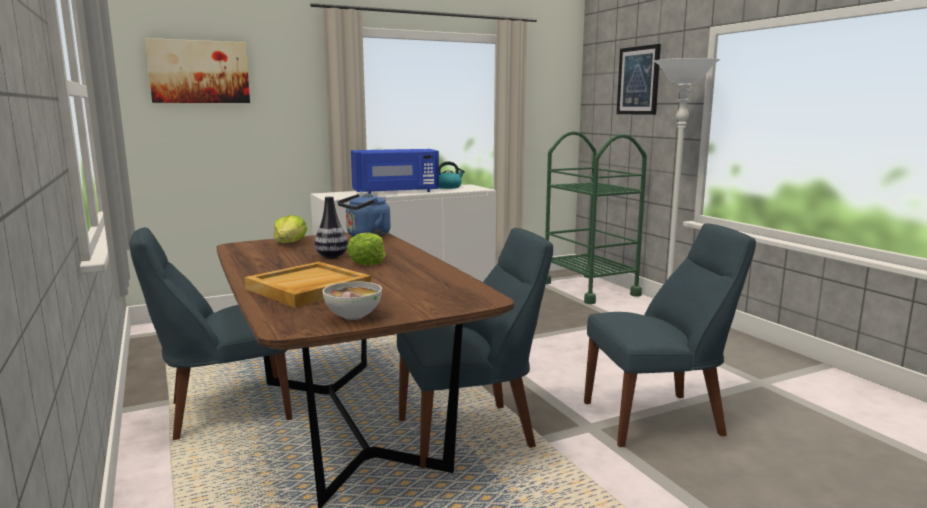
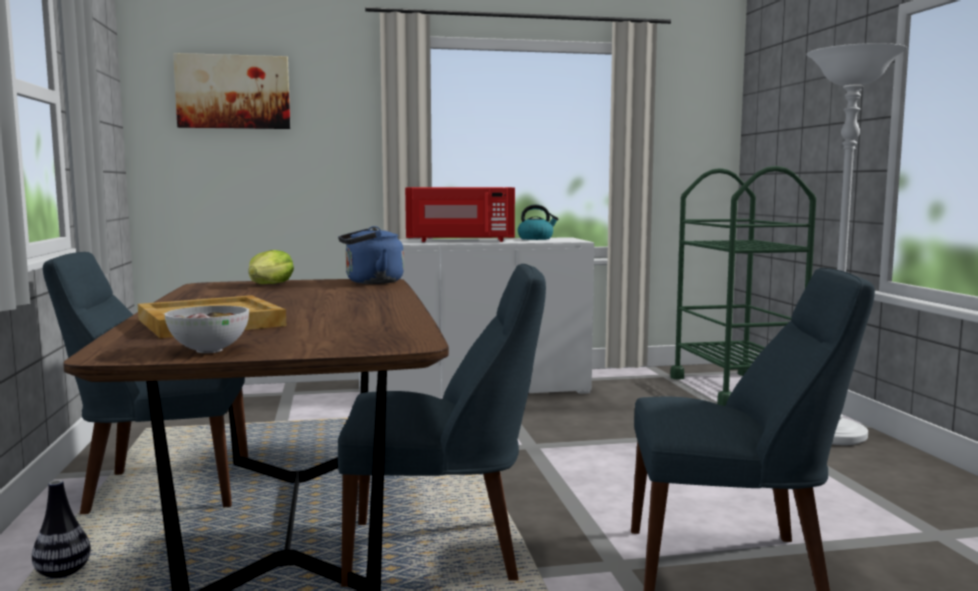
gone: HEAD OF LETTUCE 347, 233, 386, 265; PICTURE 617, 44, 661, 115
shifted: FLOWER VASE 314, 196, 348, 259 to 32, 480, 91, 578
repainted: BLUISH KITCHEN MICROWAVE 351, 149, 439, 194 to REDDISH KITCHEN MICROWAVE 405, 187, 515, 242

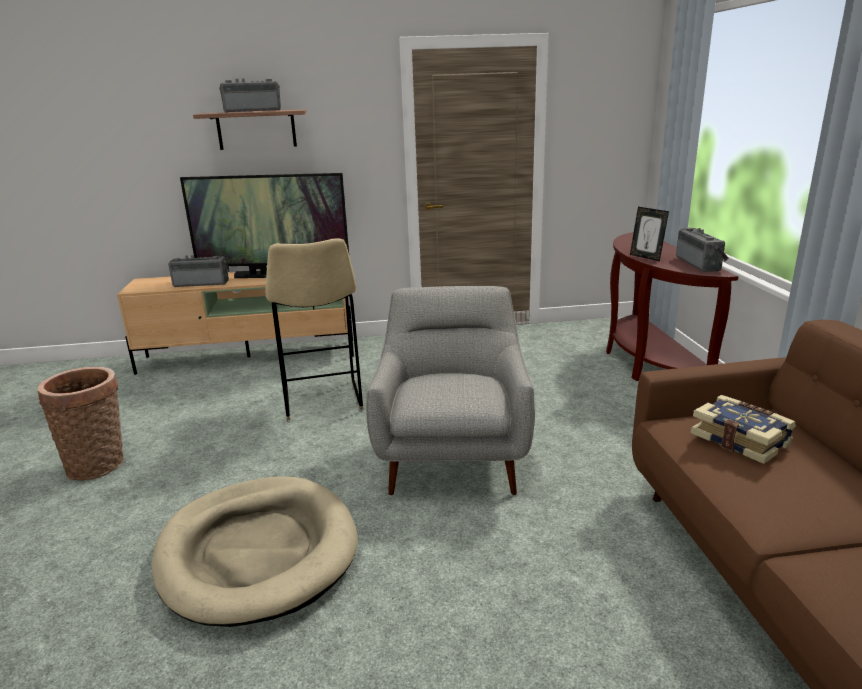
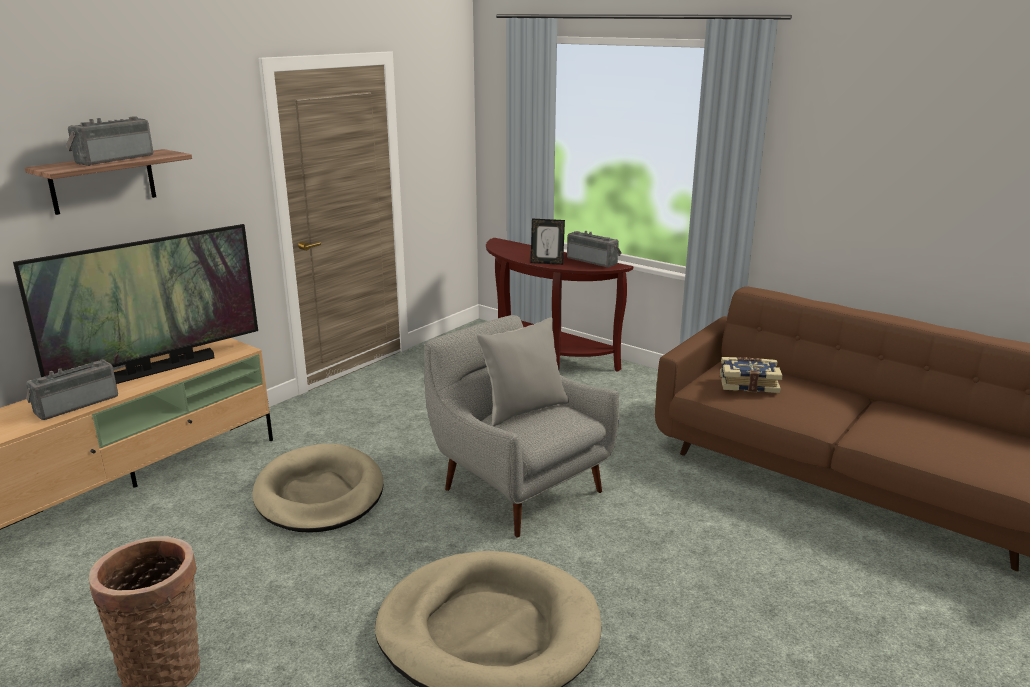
new: GREY CUSHION 477, 317, 569, 426
swapped: BEIGE-COLOURED SITTING STOOL 266, 238, 363, 421 to BEIGE-COLOURED DOG CUSHION 252, 444, 383, 533

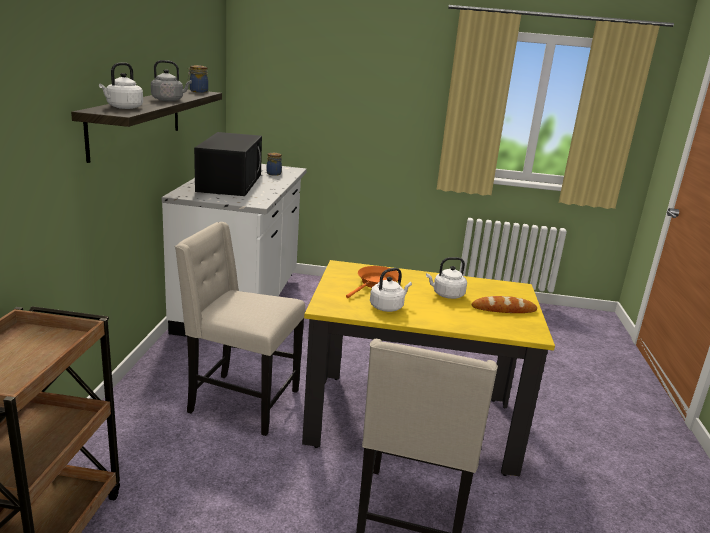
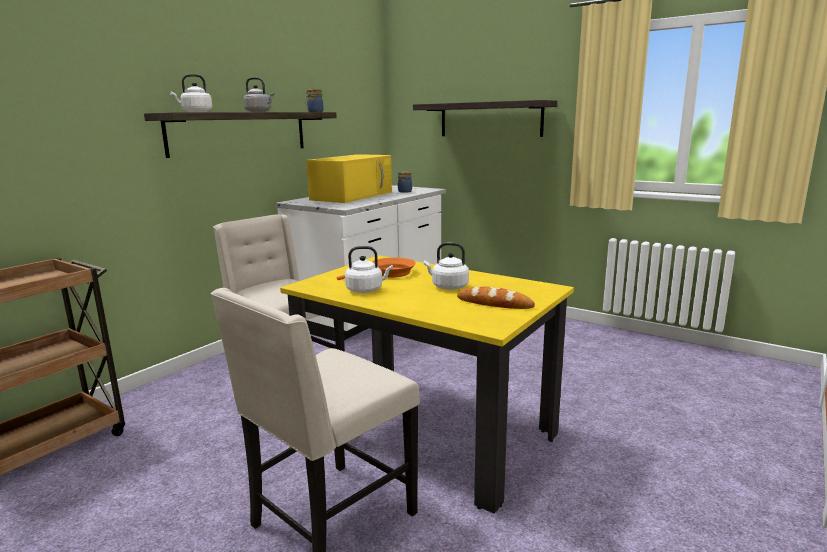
new: WALL SHELF 413, 100, 557, 137
repainted: BLACK KITCHEN MICROWAVE 194, 132, 262, 196 to YELLOWISH KITCHEN MICROWAVE 306, 154, 392, 203

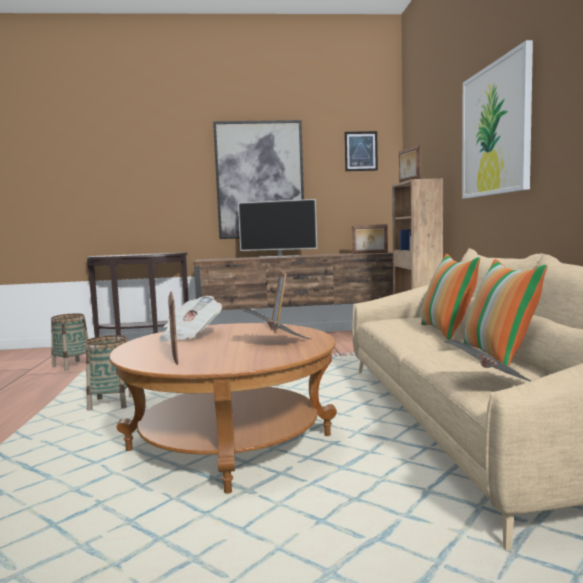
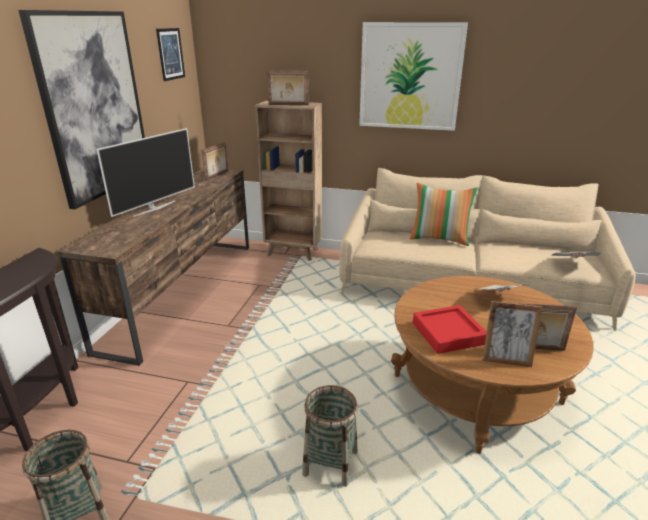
gone: CUSHION 463, 259, 547, 366
shifted: PHOTO FRAME 272, 270, 287, 334 to 483, 301, 543, 367
swapped: PRINTED PAPER 159, 296, 222, 342 to REDDISH TRAY 413, 305, 487, 354

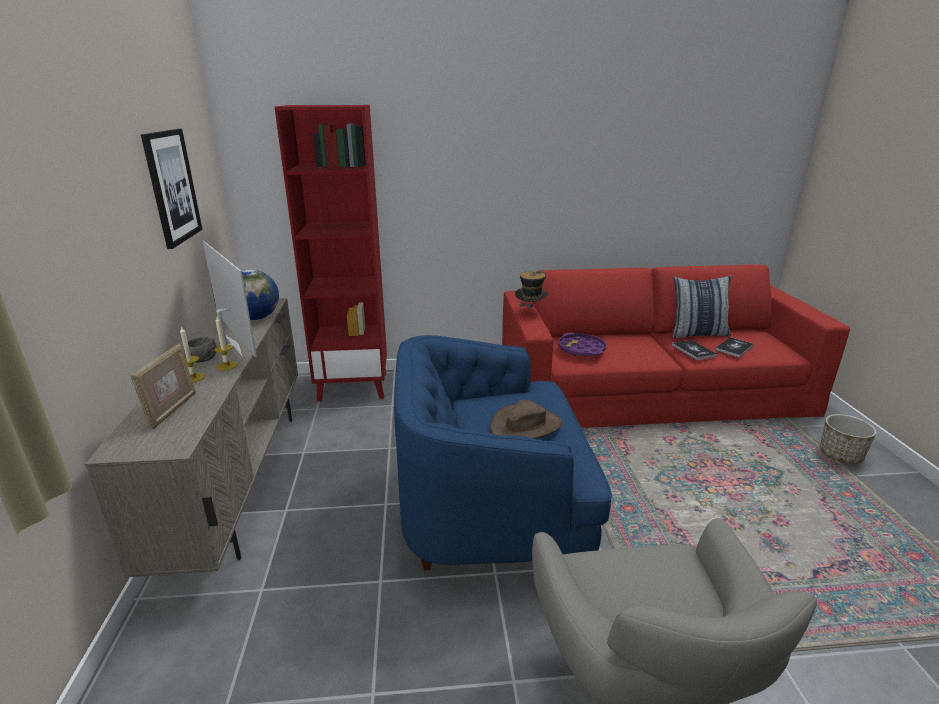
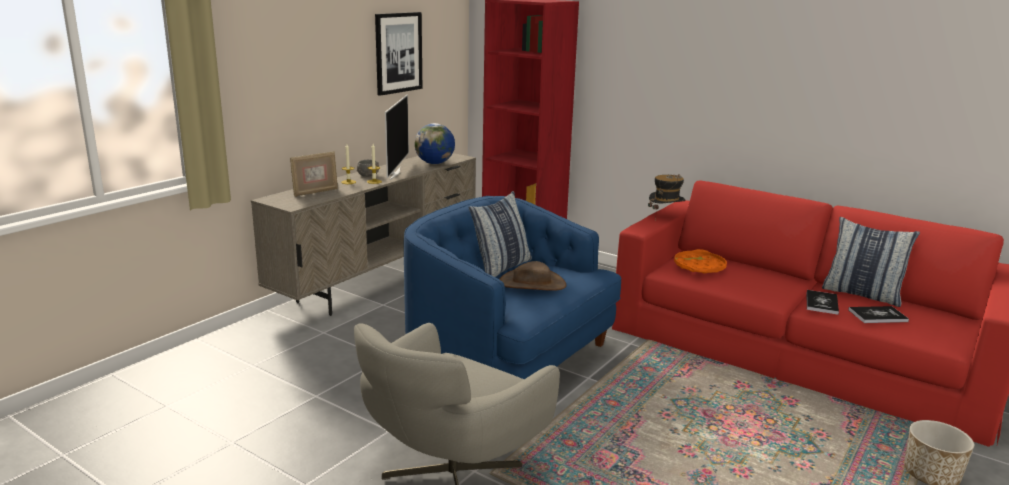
new: CUSHION 468, 191, 532, 277
repainted: PURPLE-COLOURED TRAY 558, 332, 606, 356 to ORANGEY TRAY 674, 249, 727, 274

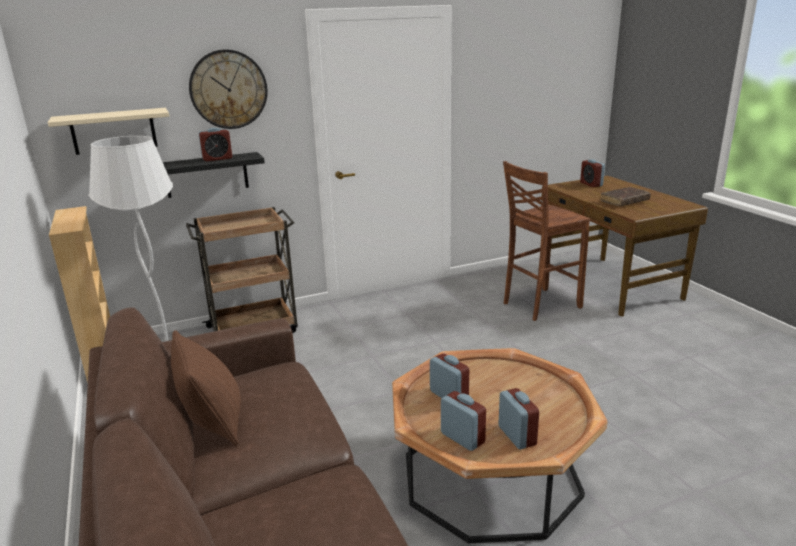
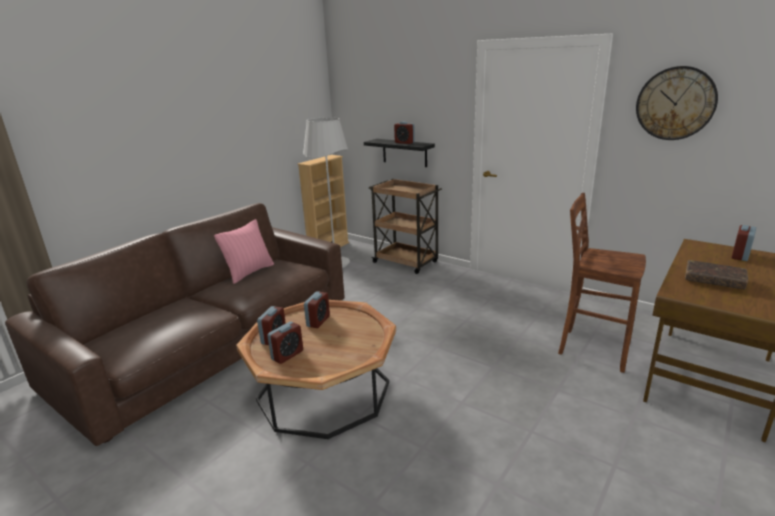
gone: BEIGE-COLOURED WALL SHELF 48, 108, 169, 155
shifted: HANGING CLOCK 189, 49, 268, 129 to 636, 66, 718, 140
repainted: BROWNISH CUSHION 171, 330, 241, 446 to PINK CUSHION 214, 219, 274, 284

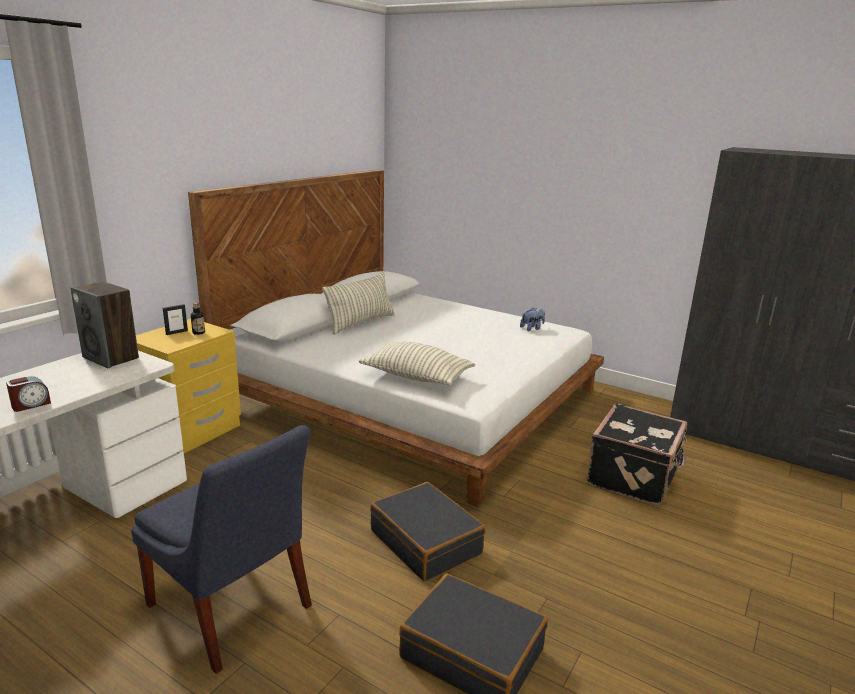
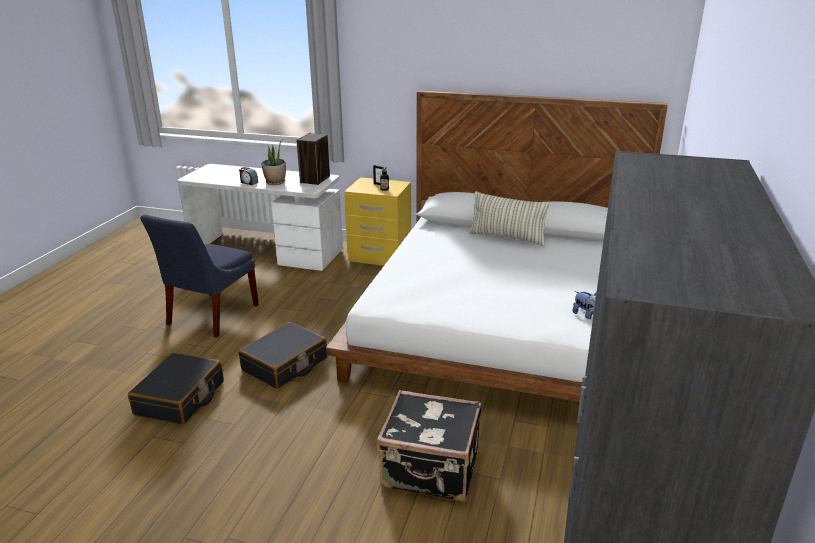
gone: CUSHION 358, 342, 475, 385
new: HOUSEPLANT 261, 140, 286, 185

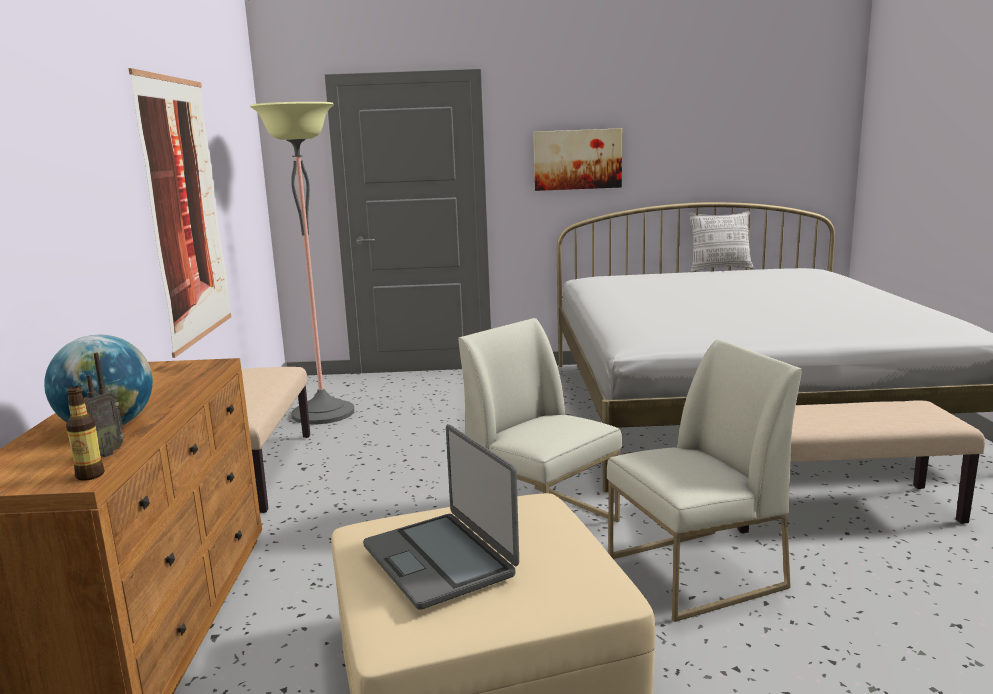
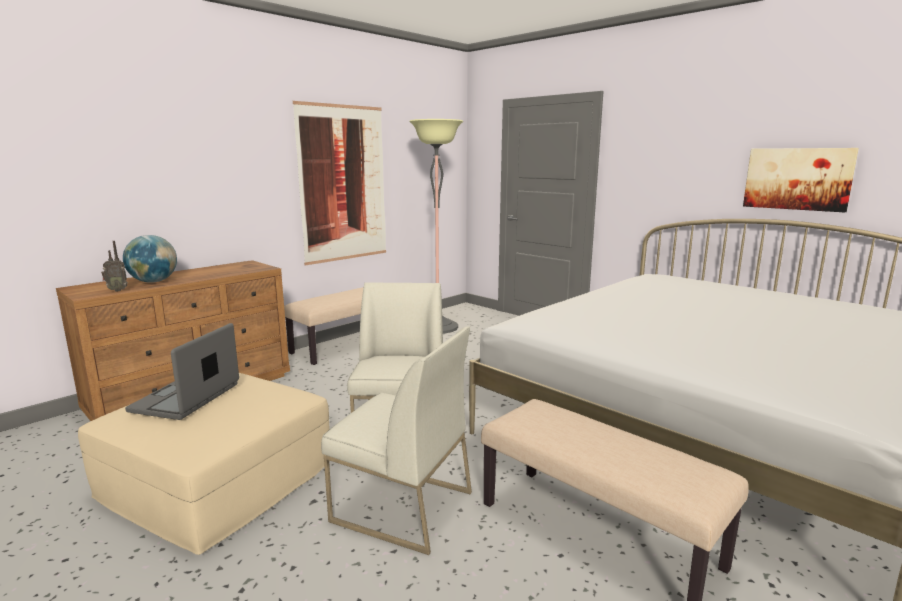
gone: BEVERAGE BOTTLE 66, 386, 104, 481; CUSHION 689, 211, 754, 272
shifted: PICTURE 533, 128, 622, 191 to 743, 148, 859, 213

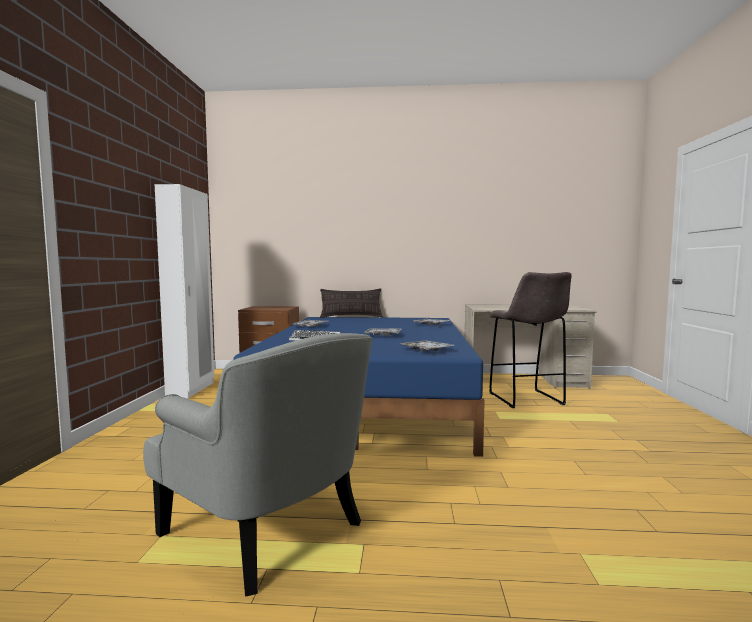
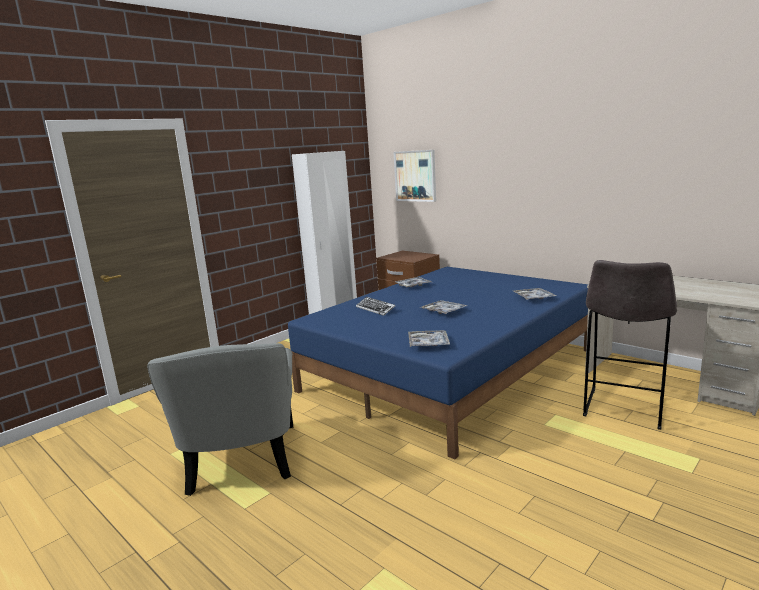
gone: CUSHION 320, 288, 383, 318
new: PICTURE 394, 150, 436, 202

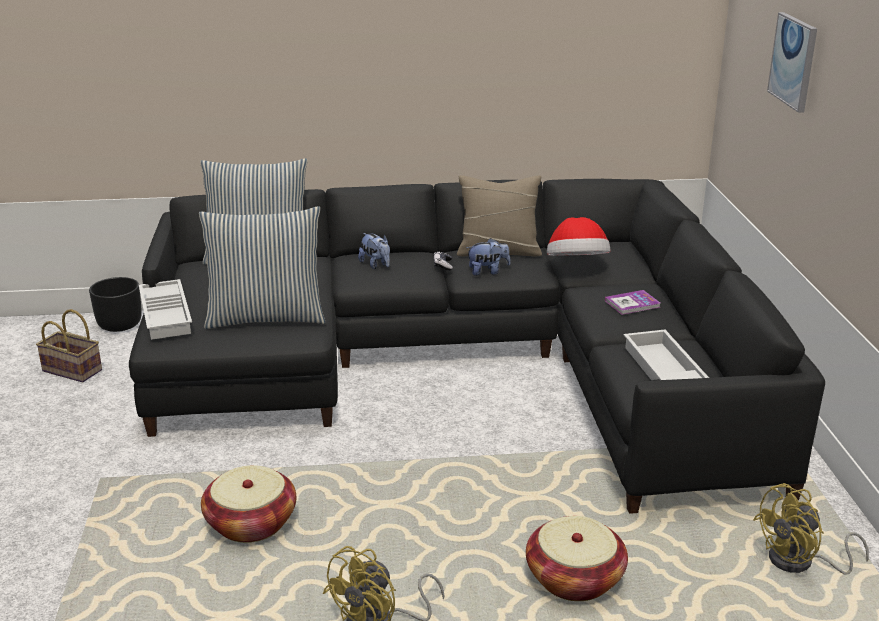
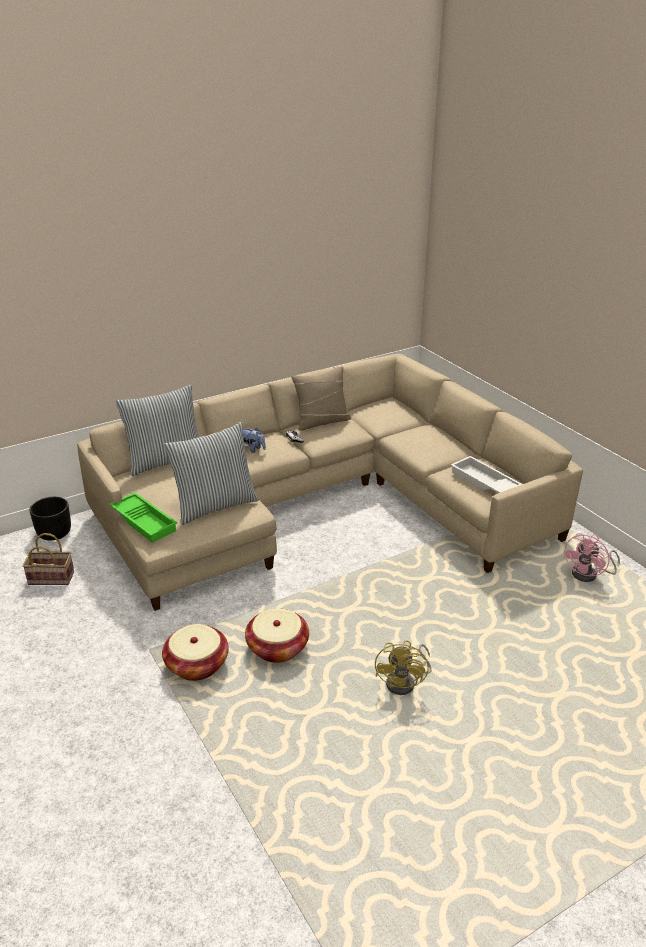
gone: CUDDLY TOY 466, 238, 510, 276; HAT 547, 217, 610, 256; VOLUME 605, 290, 660, 315; PICTURE 767, 12, 817, 113
shifted: STORAGE BASKET 526, 516, 628, 601 to 162, 624, 229, 681
repainted: BLACK SETTEE 129, 179, 825, 514 to BEIGE-COLOURED SETTEE 77, 354, 583, 611; WHITISH TRAY 139, 279, 192, 340 to GREEN TRAY 109, 492, 178, 543; YELLOWISH FAN 753, 483, 869, 574 to PINK FAN 563, 533, 620, 582

